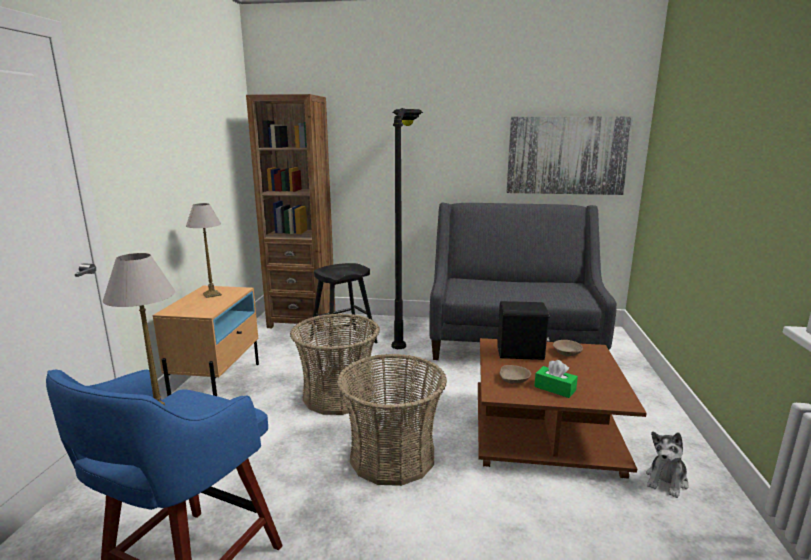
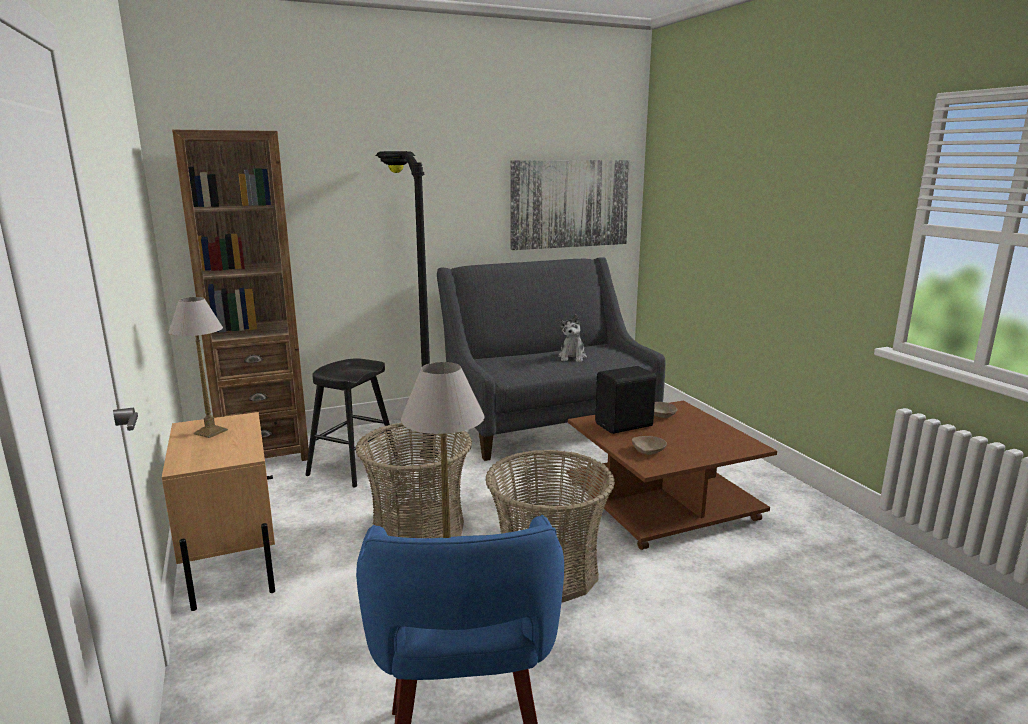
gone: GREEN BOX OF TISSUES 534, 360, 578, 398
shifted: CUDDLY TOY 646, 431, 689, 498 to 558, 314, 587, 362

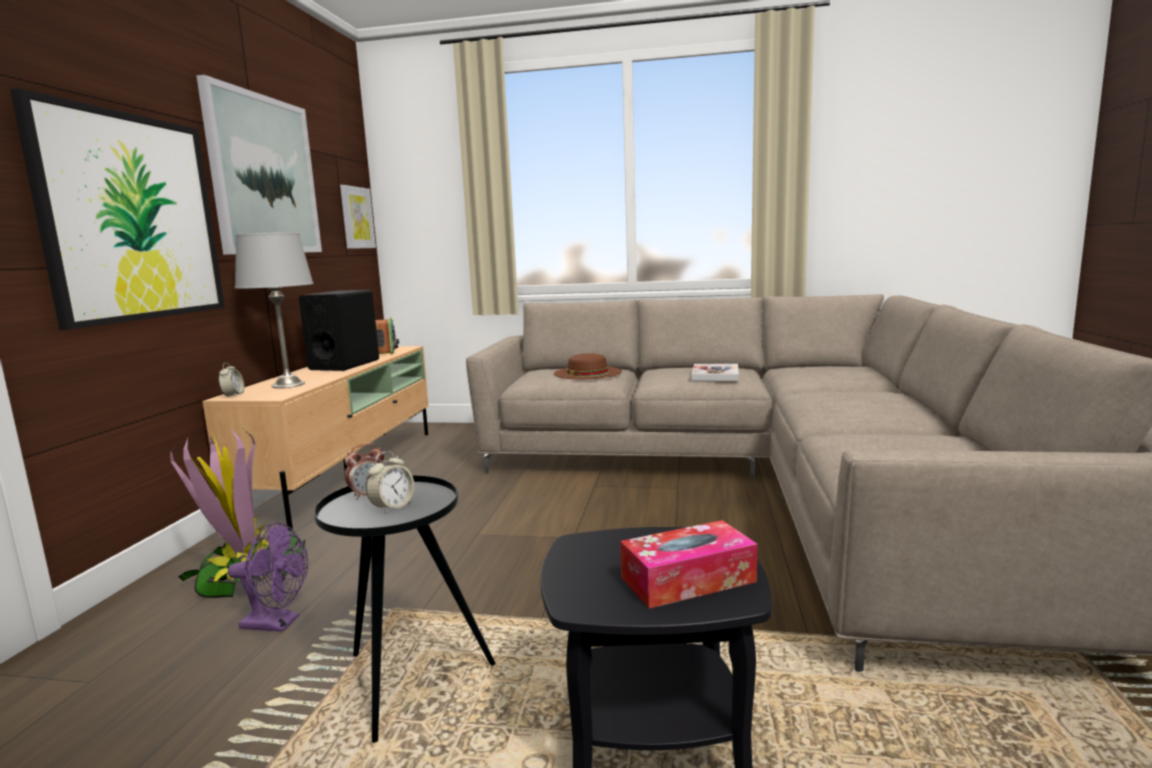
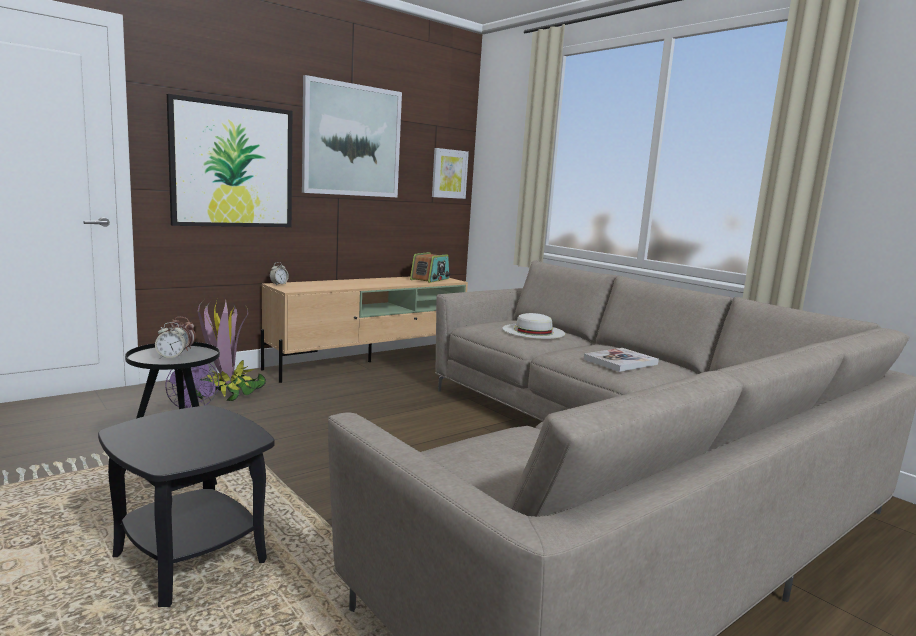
gone: GREY TABLETOP LAMP 235, 232, 314, 388; BLACK SPEAKER 299, 290, 379, 371; BOX OF TISSUES 621, 520, 758, 609
repainted: BROWNISH HAT 554, 353, 622, 379 to WHITISH HAT 502, 313, 565, 339

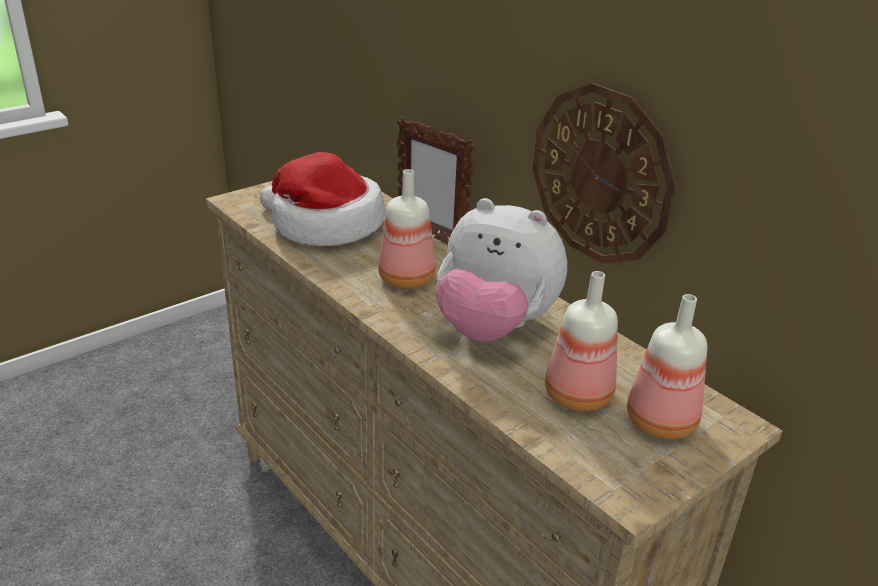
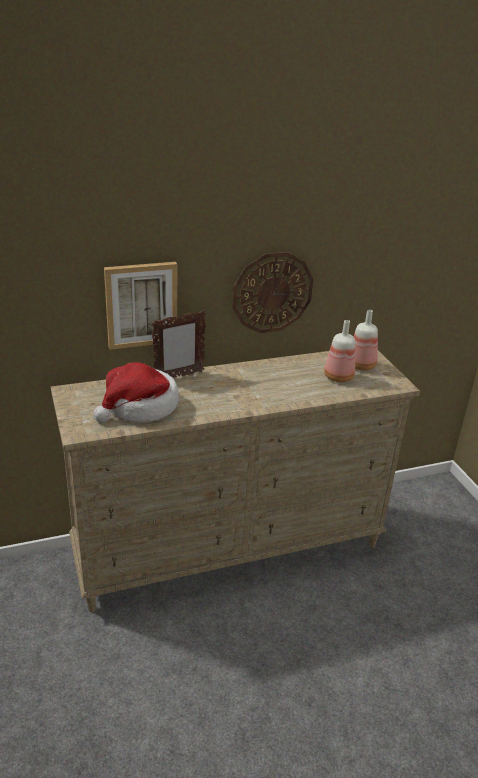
gone: BEVERAGE BOTTLE 378, 169, 436, 289; CUDDLY TOY 436, 198, 567, 342
new: PICTURE 104, 262, 177, 350

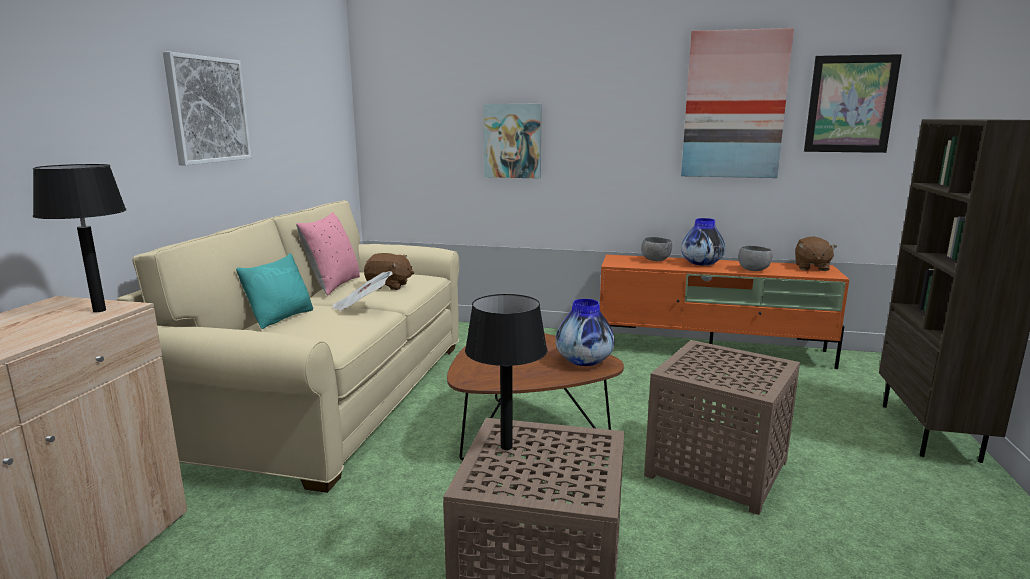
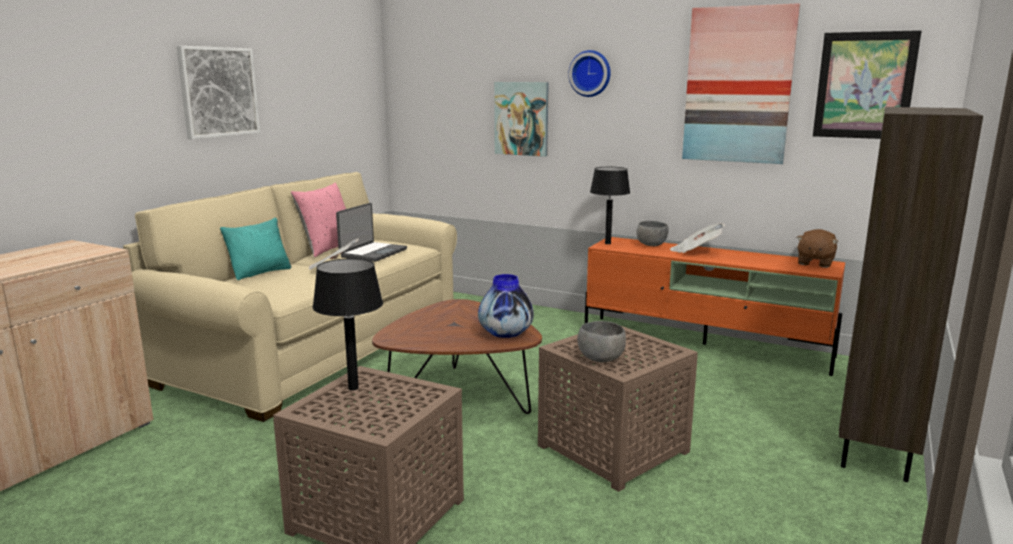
new: HANGING CLOCK 568, 50, 611, 97
shifted: BLACK TABLETOP LAMP 33, 164, 126, 312 to 590, 167, 630, 244; GREY DEEP DISH 738, 246, 772, 271 to 577, 321, 626, 362
swapped: BROWNISH CUDDLY TOY 364, 253, 414, 290 to NOTEBOOK COMPUTER 336, 203, 407, 262; FLOWER VASE 681, 218, 725, 266 to PRINTED PAPER 670, 223, 726, 253

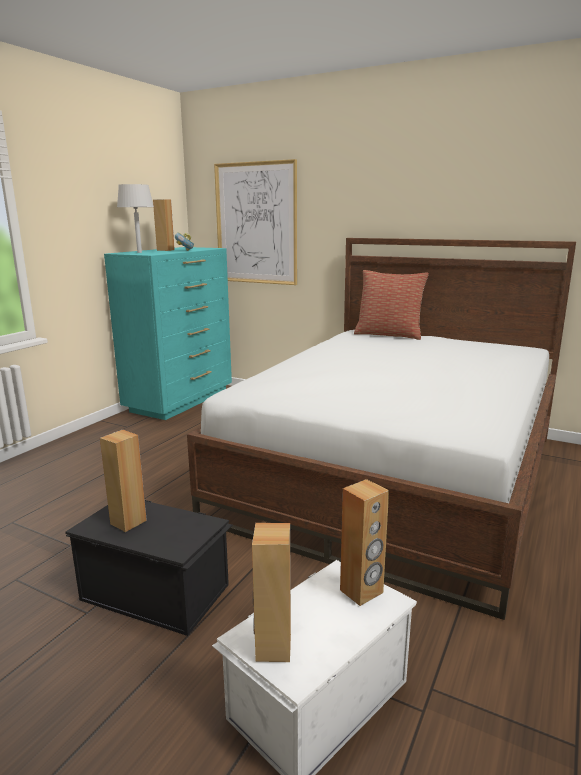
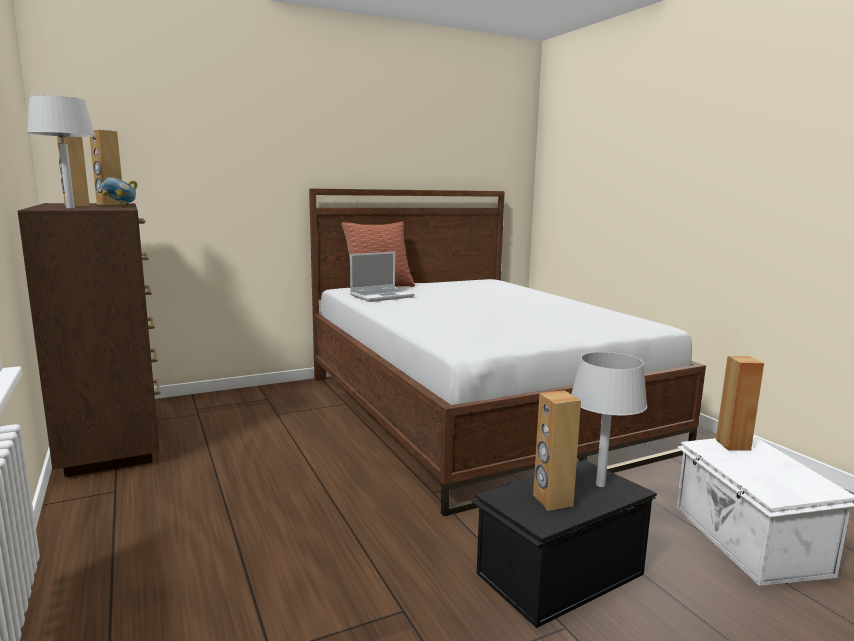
gone: PICTURE 214, 159, 297, 285
new: NOTEBOOK COMPUTER 350, 252, 415, 302; GREY TABLETOP LAMP 571, 352, 647, 487
shifted: BROWNISH SPEAKER 252, 523, 291, 662 to 90, 130, 122, 205
repainted: TURQUOISE DRAWER CHEST 104, 247, 232, 420 to BROWNISH DRAWER CHEST 18, 203, 161, 477

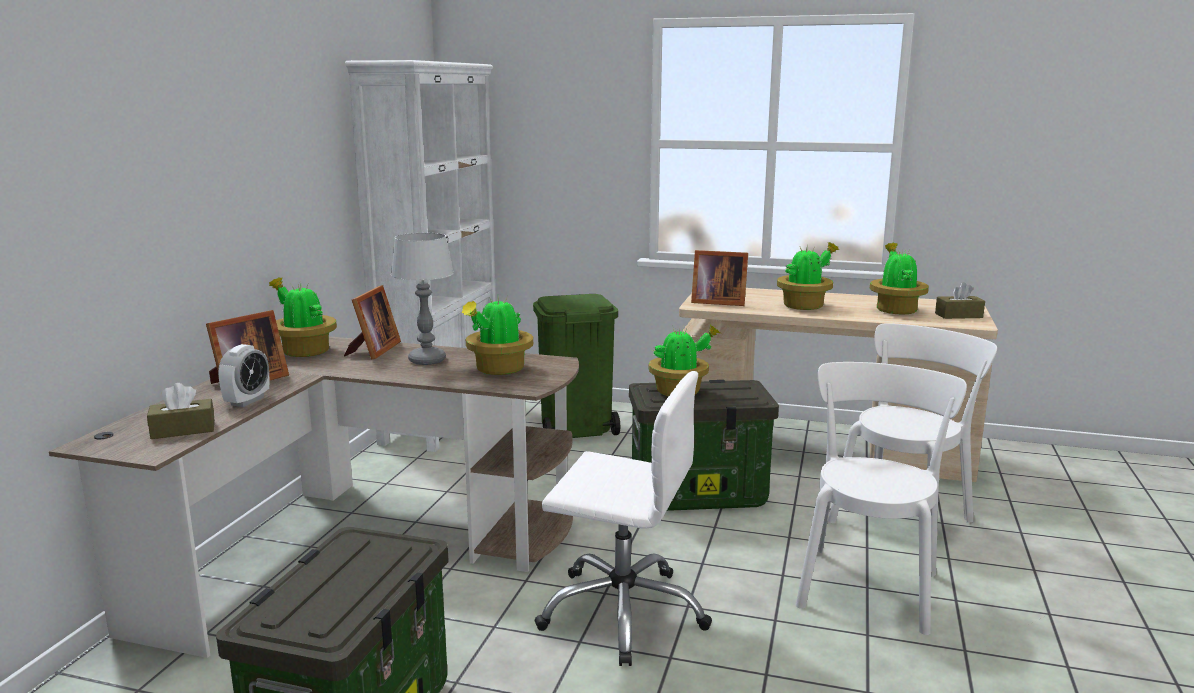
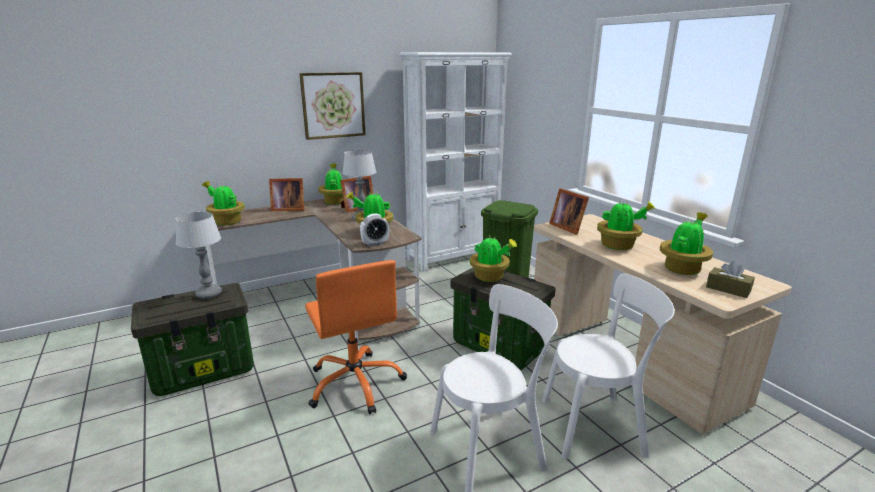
new: TABLETOP LAMP 175, 212, 222, 299; PICTURE 299, 72, 366, 140
shifted: ALARM CLOCK 218, 344, 269, 407 to 360, 213, 389, 246
swapped: BROWNISH BOX OF TISSUES 147, 383, 215, 439 to HOUSEPLANT 202, 181, 245, 225
repainted: WHITISH OFFICE CHAIR 534, 371, 712, 666 to ORANGEY OFFICE CHAIR 305, 260, 407, 414

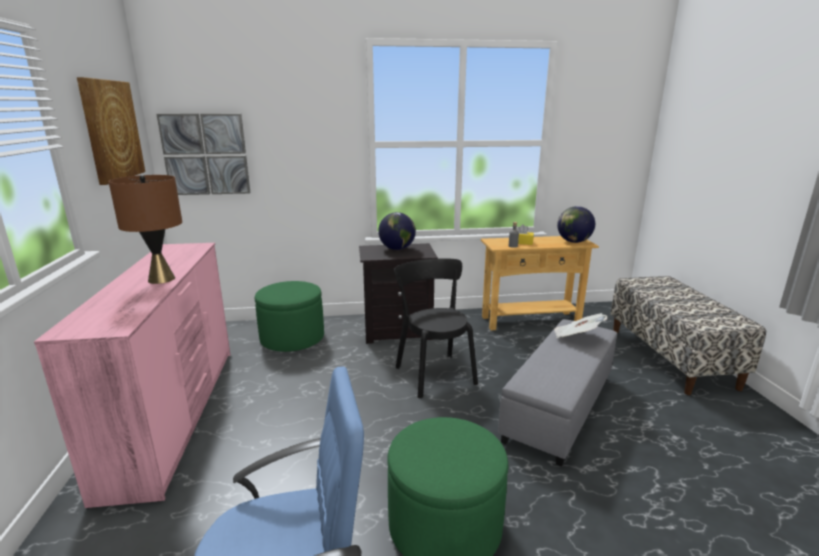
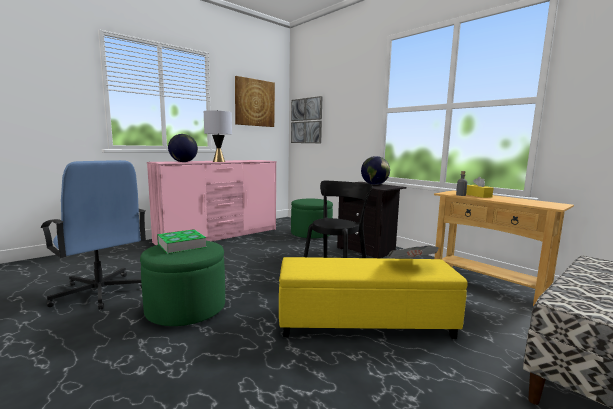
new: VOLUME 157, 229, 207, 254
shifted: GLOBE 557, 206, 595, 243 to 168, 134, 198, 162
repainted: BROWNISH TABLETOP LAMP 108, 175, 182, 284 to GREY TABLETOP LAMP 204, 110, 232, 162; GREY FOOTREST 498, 319, 617, 467 to YELLOWISH FOOTREST 279, 257, 468, 339

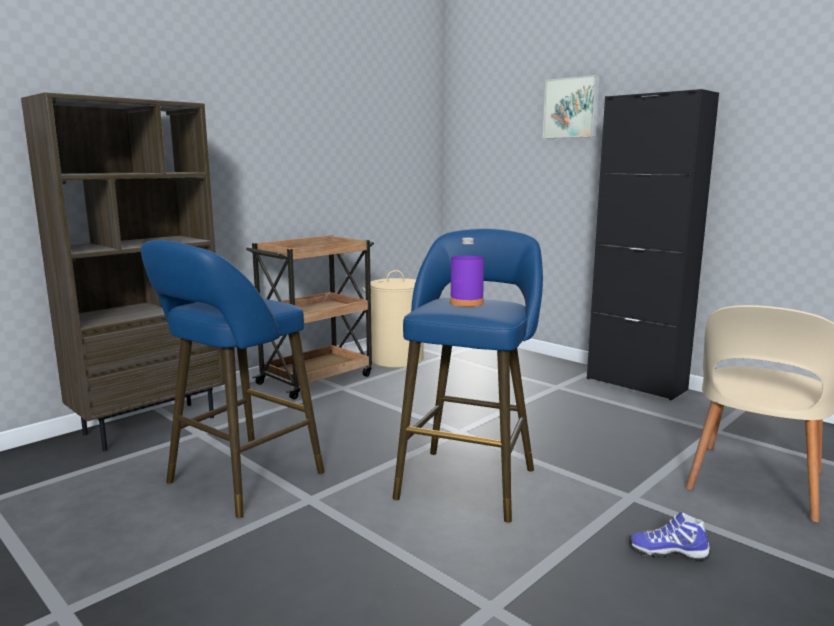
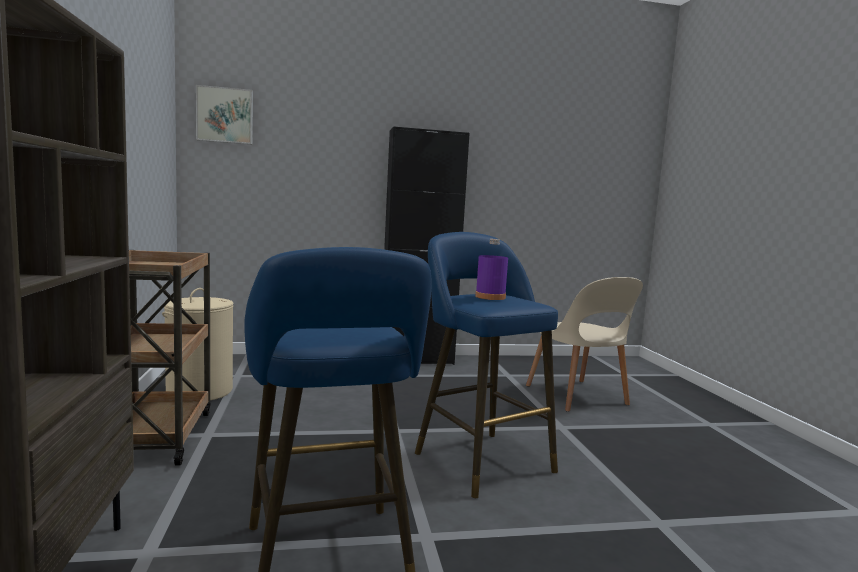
gone: LOW SHOE 629, 512, 710, 561
shifted: PICTURE 543, 75, 600, 138 to 196, 85, 253, 144

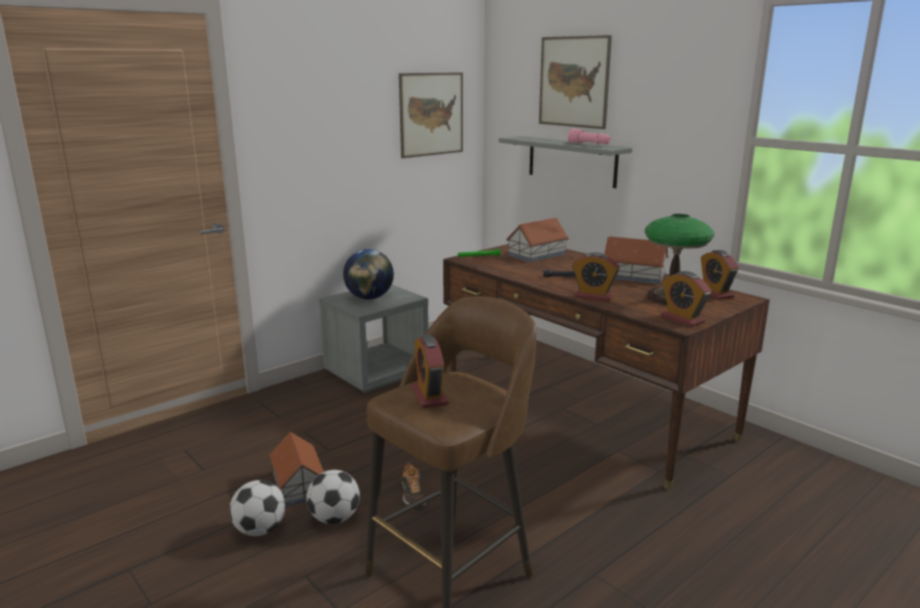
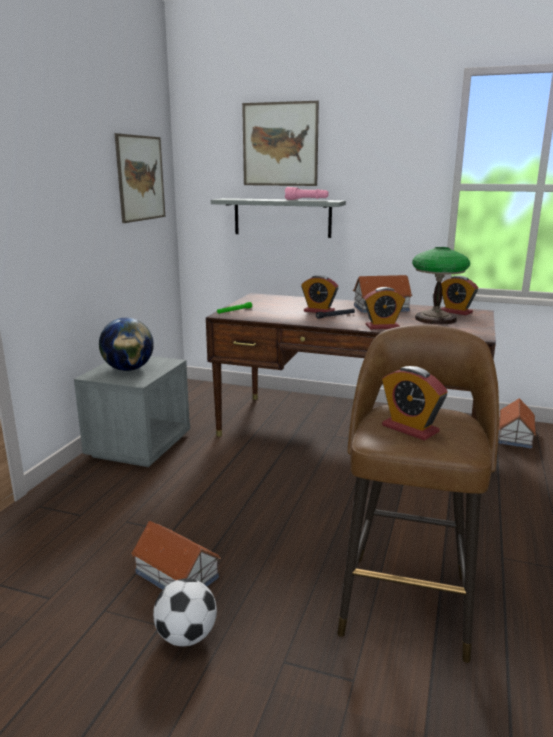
gone: BALL FOR FOOTBALL 306, 470, 360, 524; LOW SHOE 402, 463, 426, 507
shifted: MODEL HOUSE 506, 218, 569, 262 to 498, 398, 537, 449; ALARM CLOCK 661, 271, 711, 327 to 301, 275, 338, 313

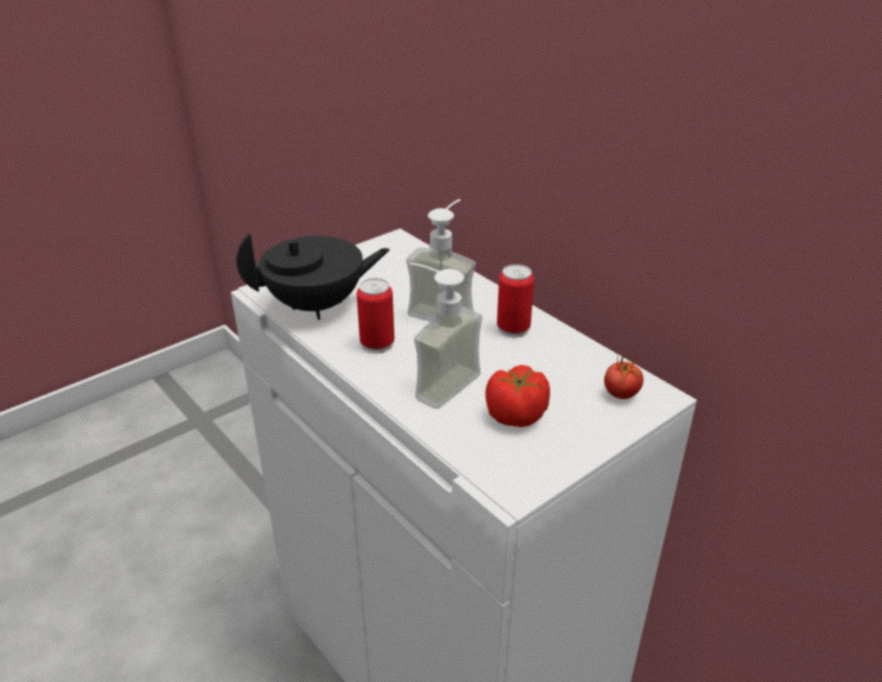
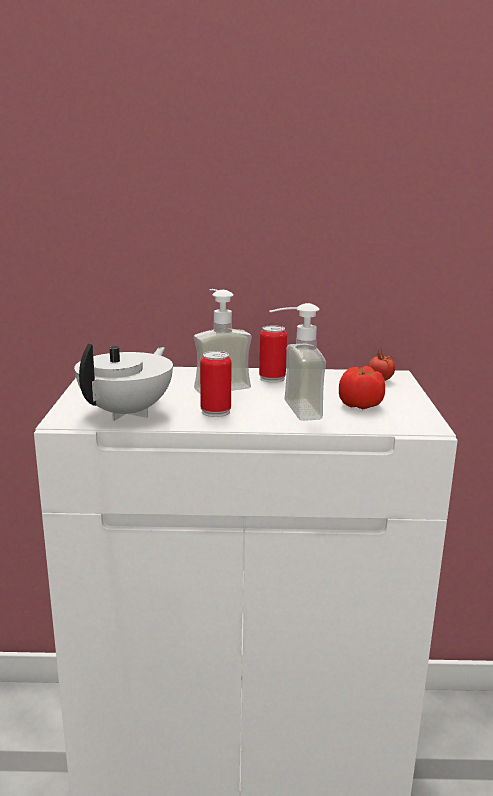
repainted: BLACK POT FOR TEA 236, 233, 390, 320 to WHITISH POT FOR TEA 74, 344, 173, 421

